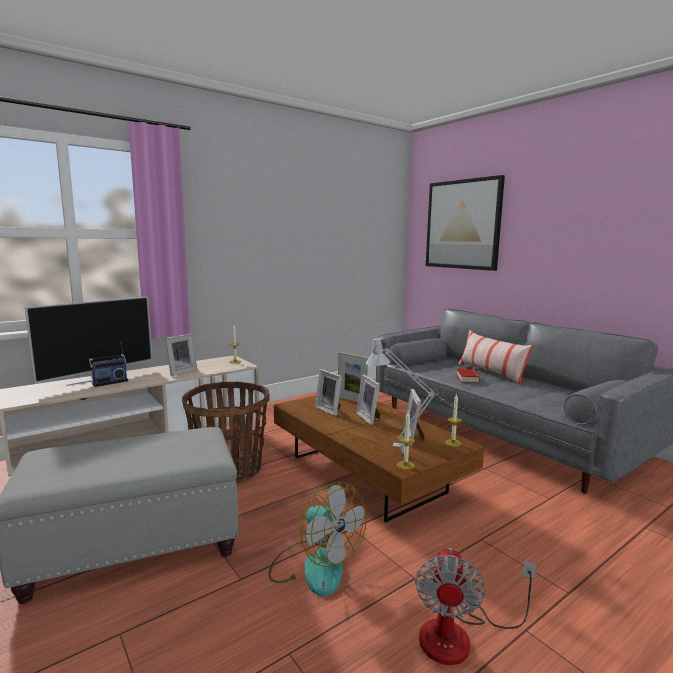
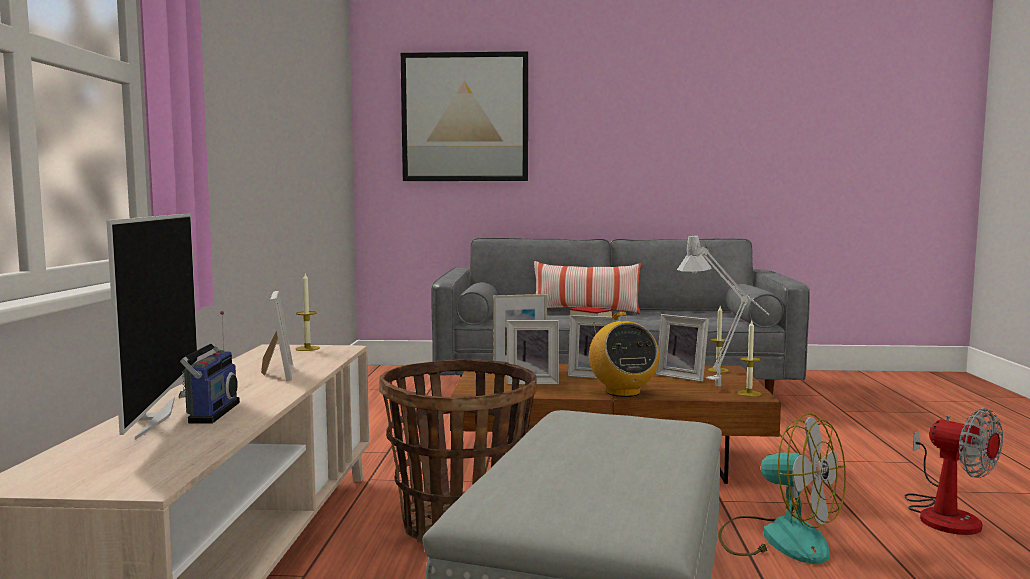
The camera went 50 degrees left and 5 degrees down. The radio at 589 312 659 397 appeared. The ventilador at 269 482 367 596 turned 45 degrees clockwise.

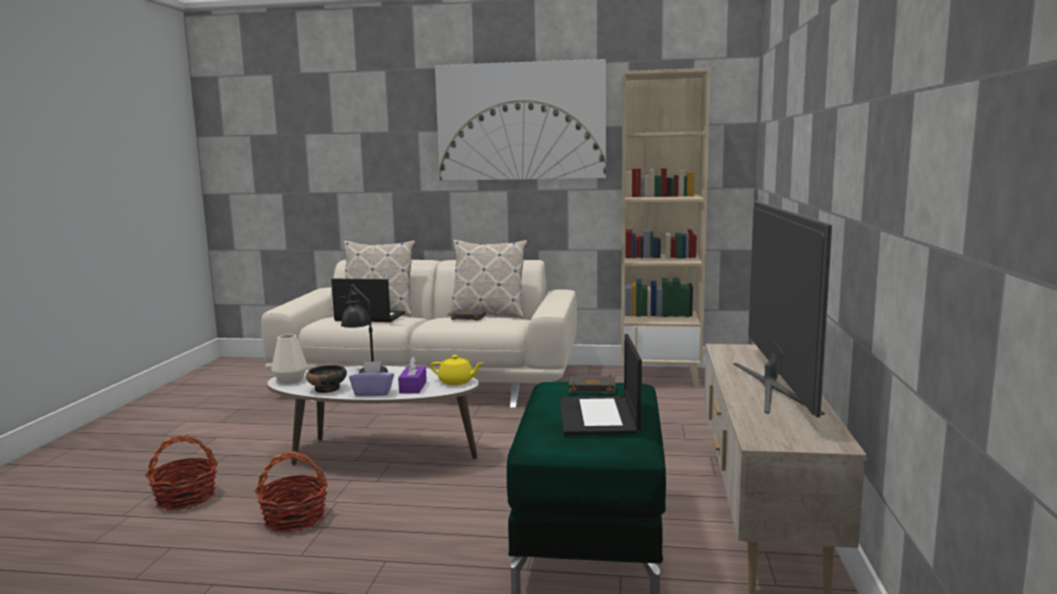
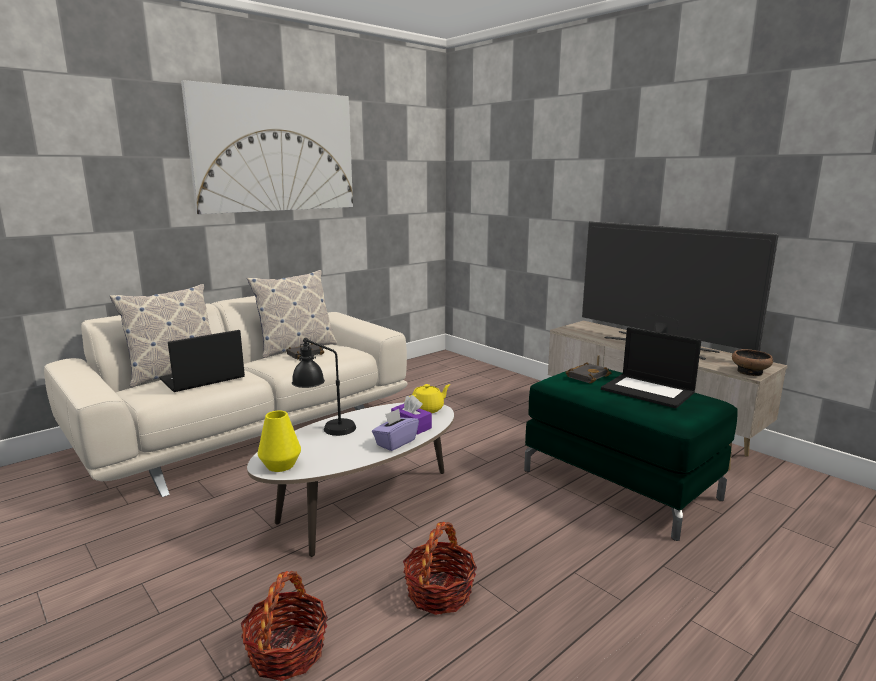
The camera went 50 degrees left and 5 degrees up. The florero/blanco at 271 334 308 384 became the florero/amarillo at 258 410 301 472. The cuenco moved from 306 365 347 393 to 732 349 773 376. The estantería/beis at 621 68 711 388 disappeared.

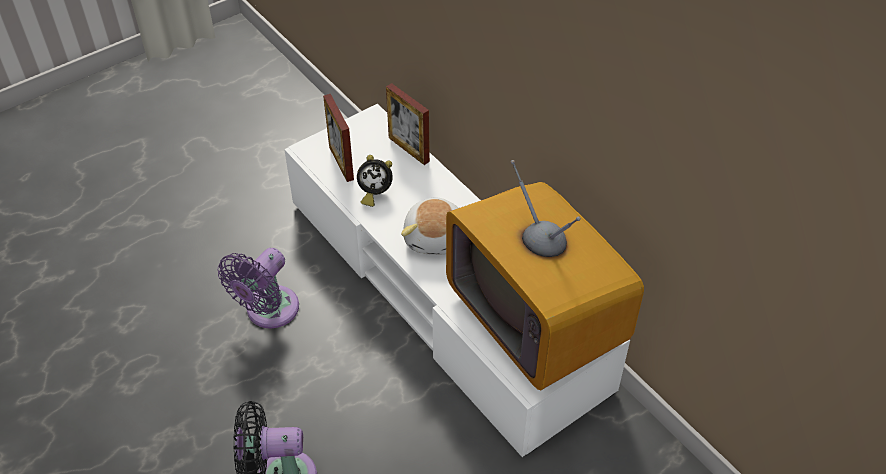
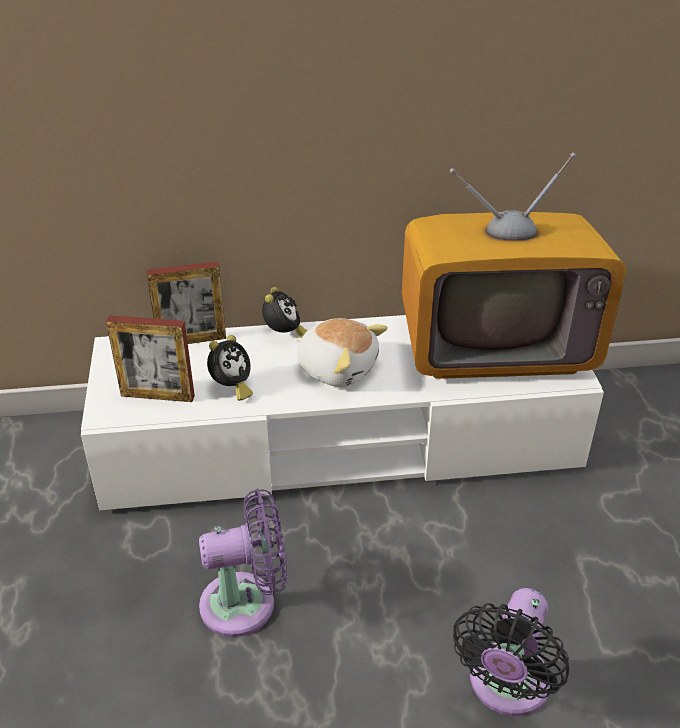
The camera went 60 degrees left and 10 degrees down. The ventilador/morado at 218 248 299 328 turned 75 degrees counterclockwise. The despertador at 262 287 307 338 appeared.

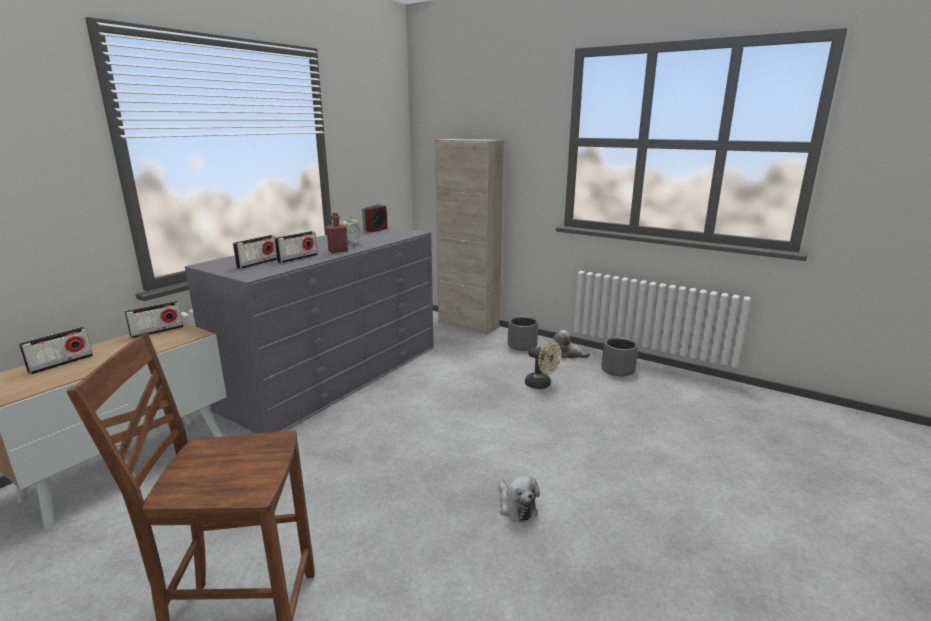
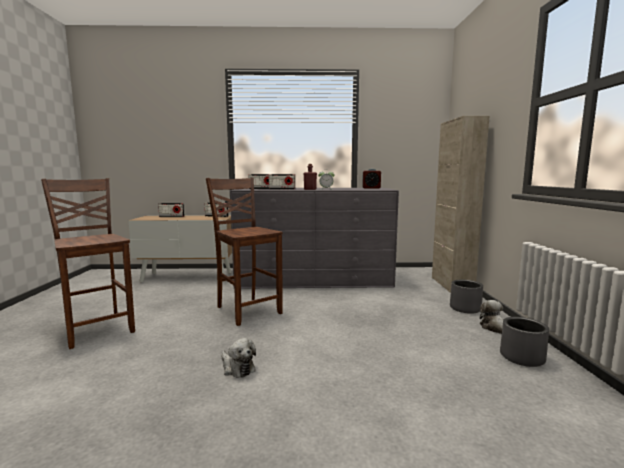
The camera went 55 degrees right and 10 degrees down. The silla/marrón at 206 177 283 326 appeared. The peluche at 499 476 540 522 turned 75 degrees counterclockwise. The ventilador/beis at 525 341 561 389 disappeared.

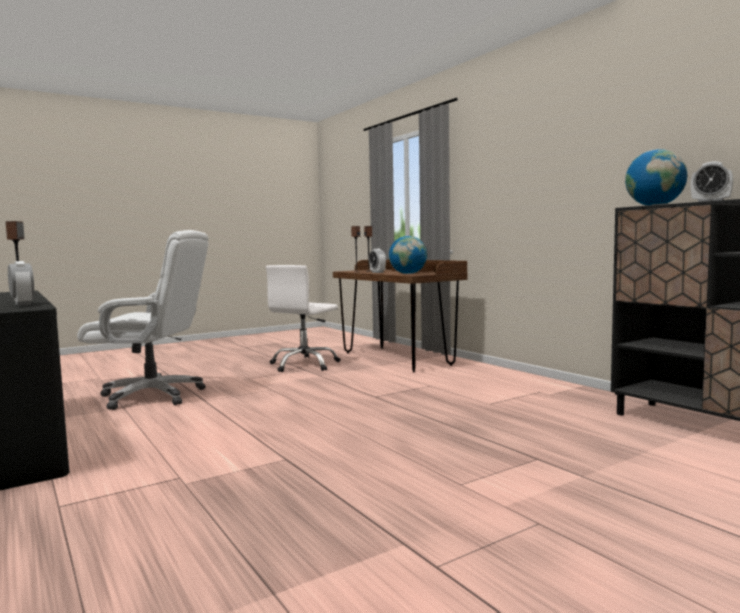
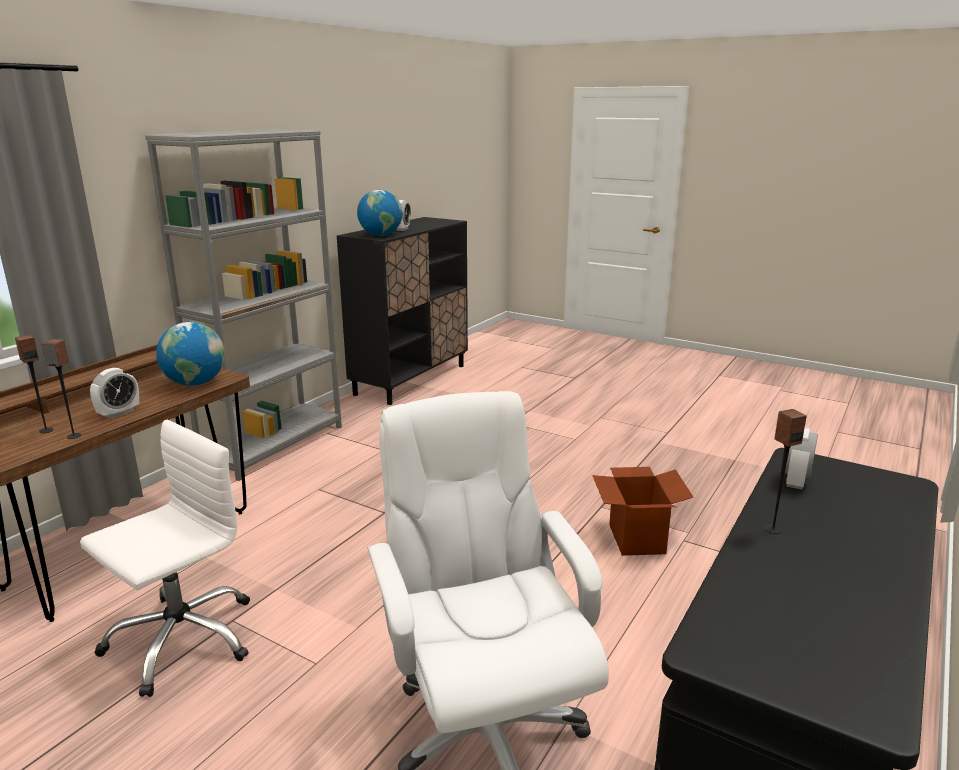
The camera went 115 degrees left and 15 degrees up. The silla de oficina/blanco at 266 265 341 372 turned 60 degrees counterclockwise. The estantería/gris at 145 130 342 481 appeared. The caja de cartón at 592 467 693 556 appeared.

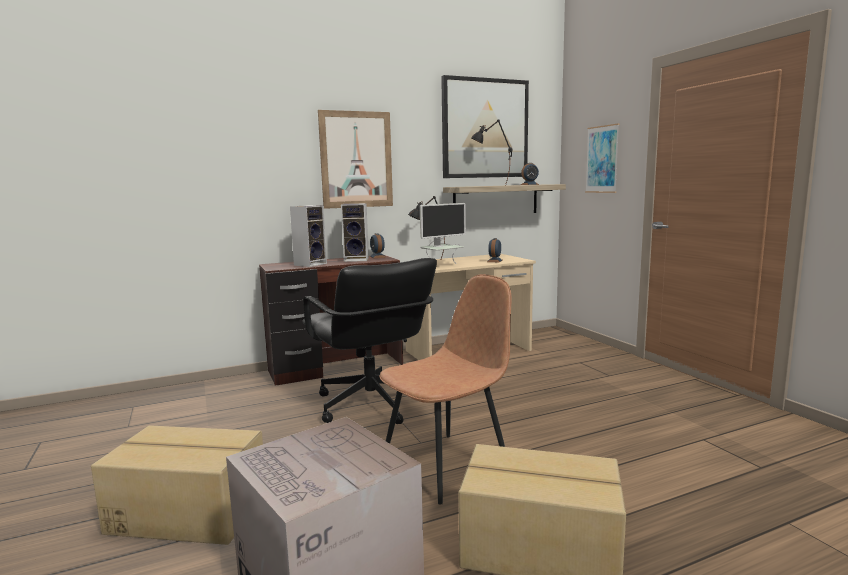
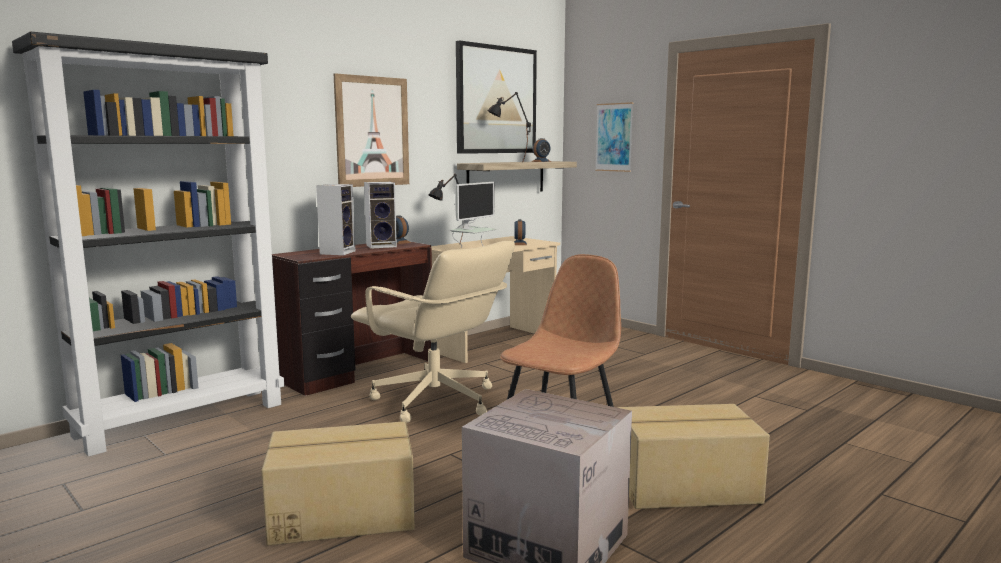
The camera went 20 degrees left and 0 degrees up. The estantería/negro at 12 31 284 457 appeared. The silla de oficina/negro at 302 258 437 424 became the silla de oficina/beis at 351 241 515 423.

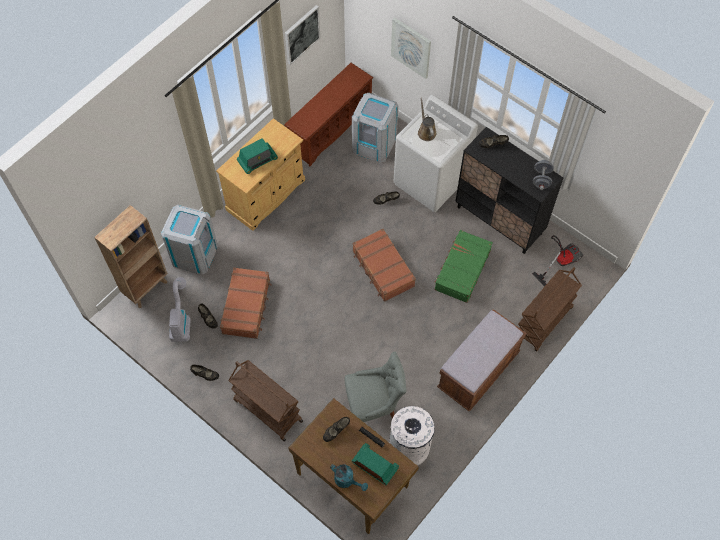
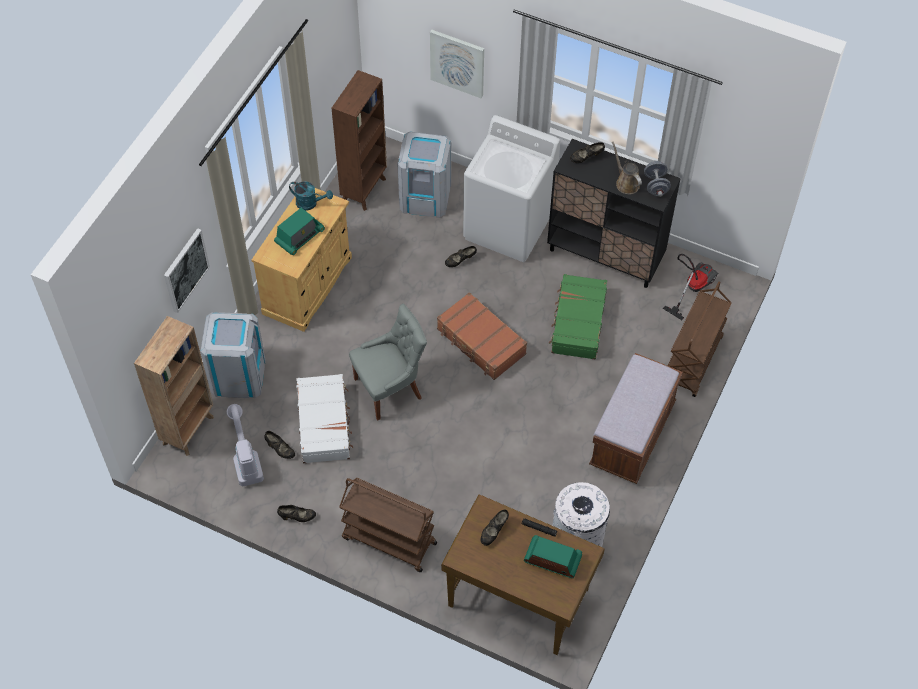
The camera went 15 degrees left and 5 degrees down. The cuadro moved from 285 5 320 65 to 164 228 210 313. The regadera/turquesa moved from 330 464 368 491 to 289 182 333 211. The maleta/marrón at 220 267 272 339 became the maleta/blanco at 296 374 353 464. The zapatero/marrón at 284 63 374 167 was replaced by the estantería/marrón at 332 70 387 211. The silla/gris moved from 345 352 407 422 to 349 304 427 420. The regadera/marrón moved from 418 98 436 141 to 612 142 642 194.

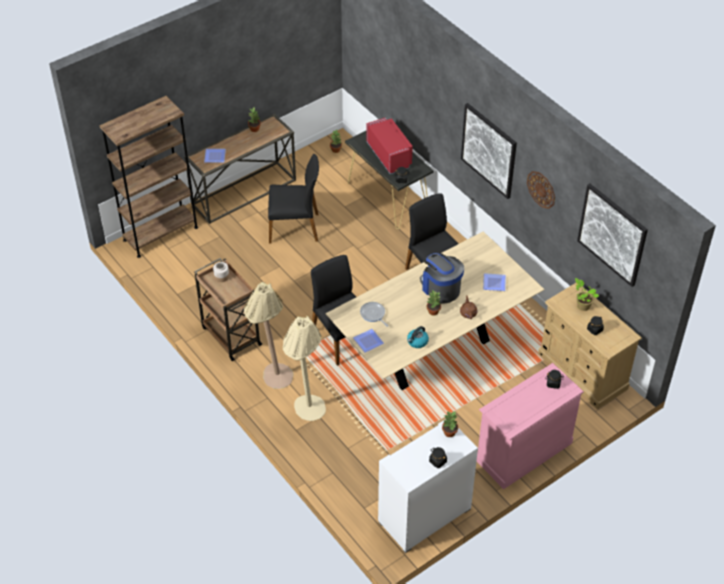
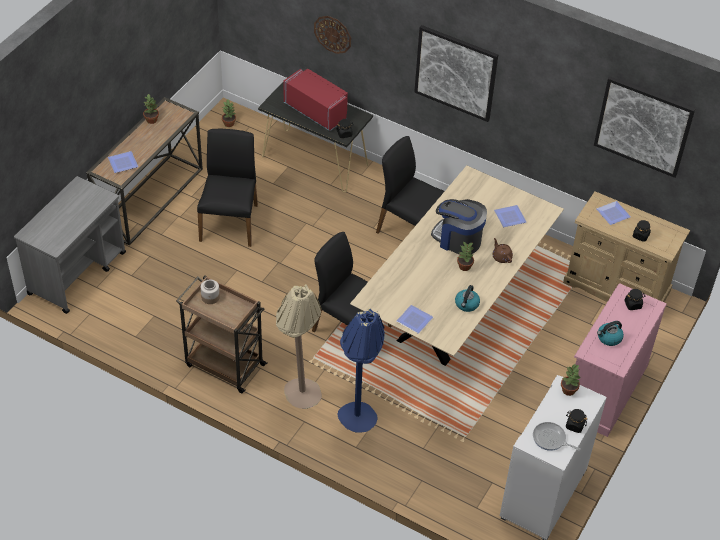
The camera went 25 degrees left and 0 degrees up. The estantería/marrón at 99 96 198 258 was replaced by the carrito/gris at 14 176 126 314. The silla/negro at 268 154 319 244 turned 60 degrees counterclockwise. The reloj de pared moved from 527 171 555 209 to 314 16 351 54. The lámpara de pie/beis at 283 316 326 421 became the lámpara de pie/azul at 337 308 385 433. The sartén moved from 360 302 388 327 to 533 422 580 451. The planta en maceta at 575 278 599 311 was replaced by the plato at 596 201 631 225. The hervidor at 597 321 624 346 appeared.

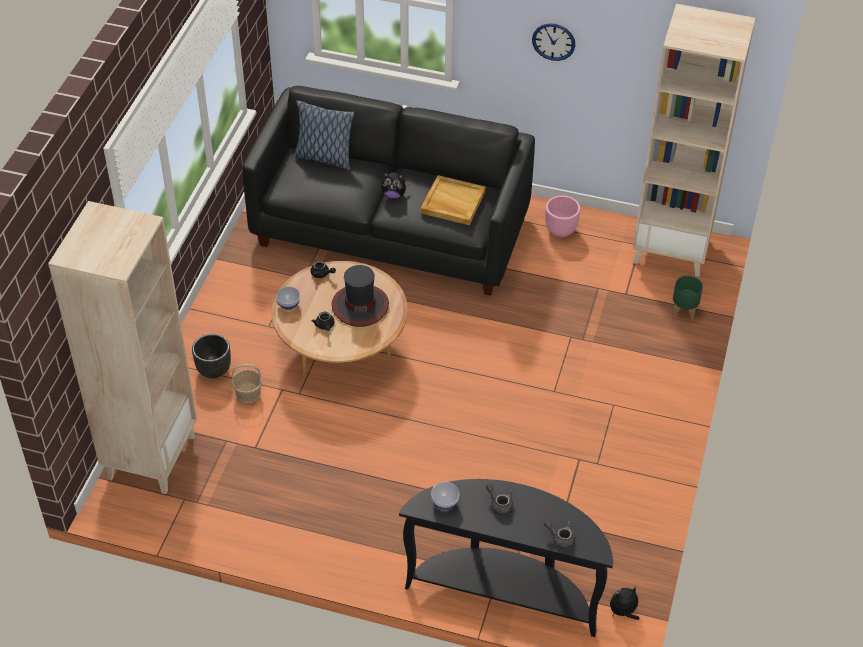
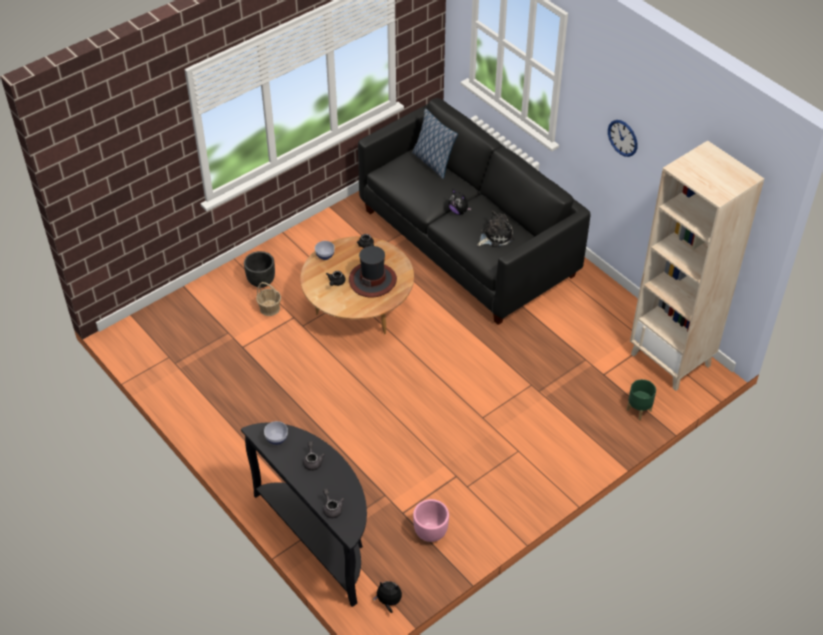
The camera went 35 degrees right and 0 degrees up. The maceta/rosa moved from 545 195 580 237 to 413 499 449 542. The bandeja/beis at 421 175 486 225 was replaced by the peluche at 477 210 514 247. The estantería/beis at 48 201 197 494 disappeared.

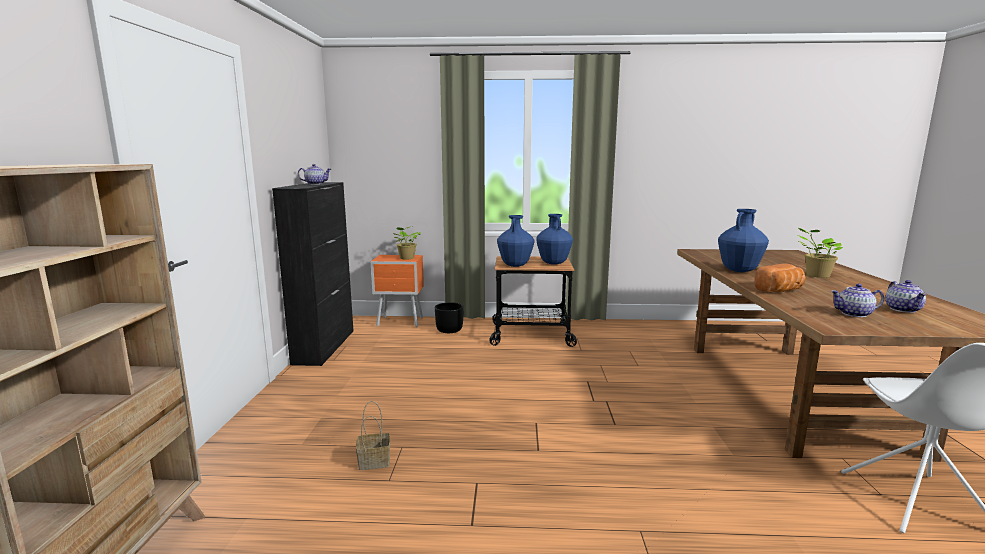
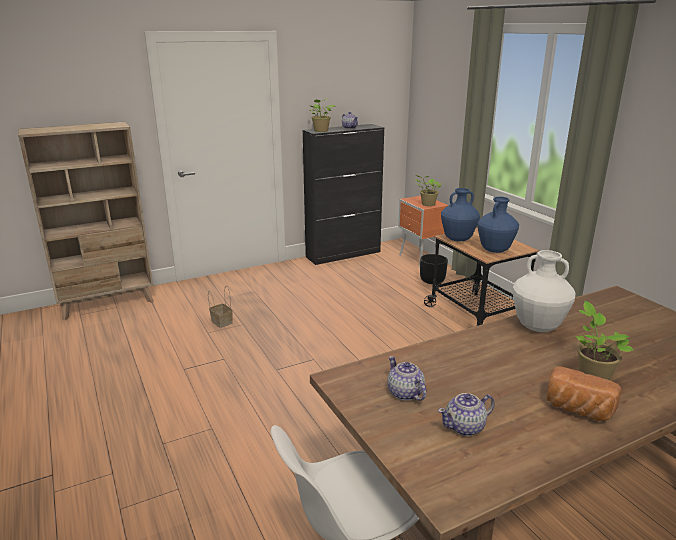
The camera went 60 degrees right and 10 degrees up. The planta en maceta at 309 98 335 132 appeared. The florero/azul at 718 209 769 272 became the florero/blanco at 512 250 576 332. The pan moved from 754 263 806 292 to 547 366 622 421.

